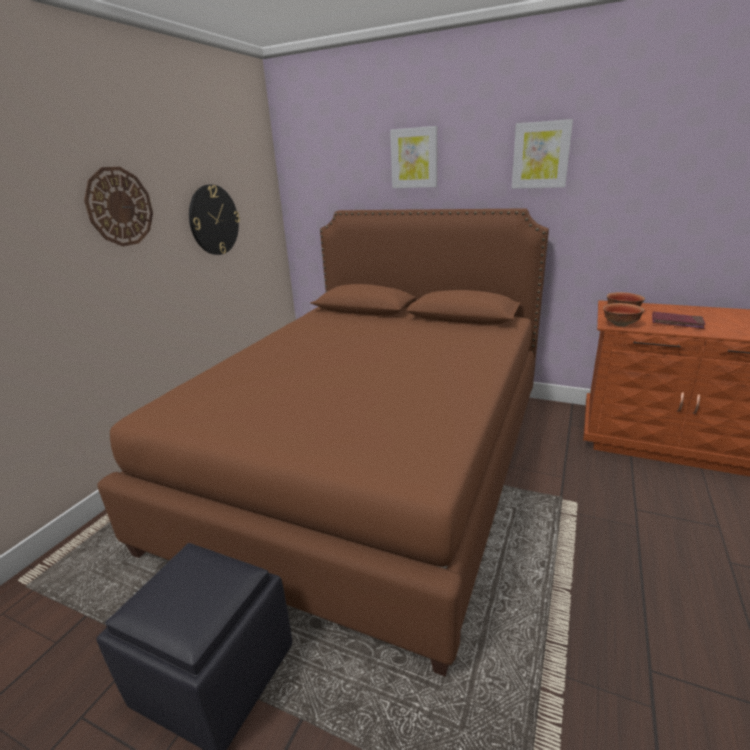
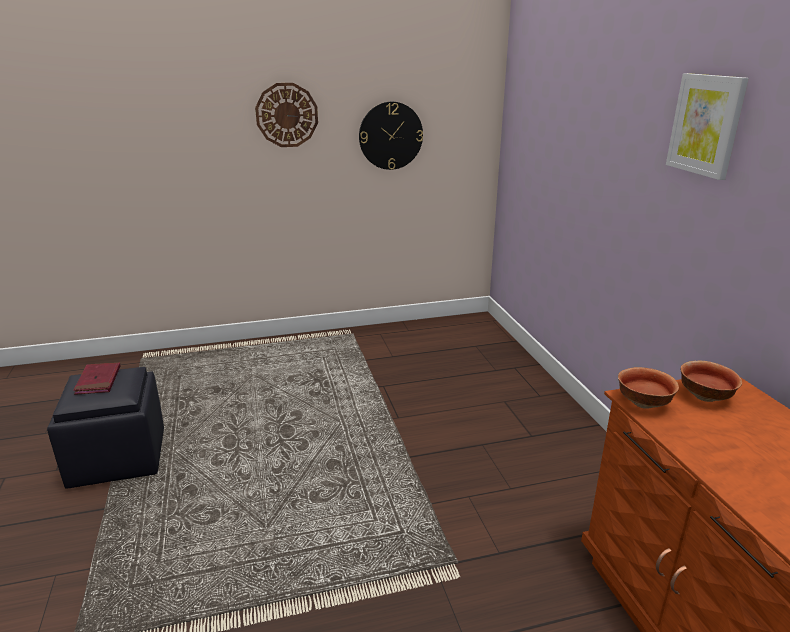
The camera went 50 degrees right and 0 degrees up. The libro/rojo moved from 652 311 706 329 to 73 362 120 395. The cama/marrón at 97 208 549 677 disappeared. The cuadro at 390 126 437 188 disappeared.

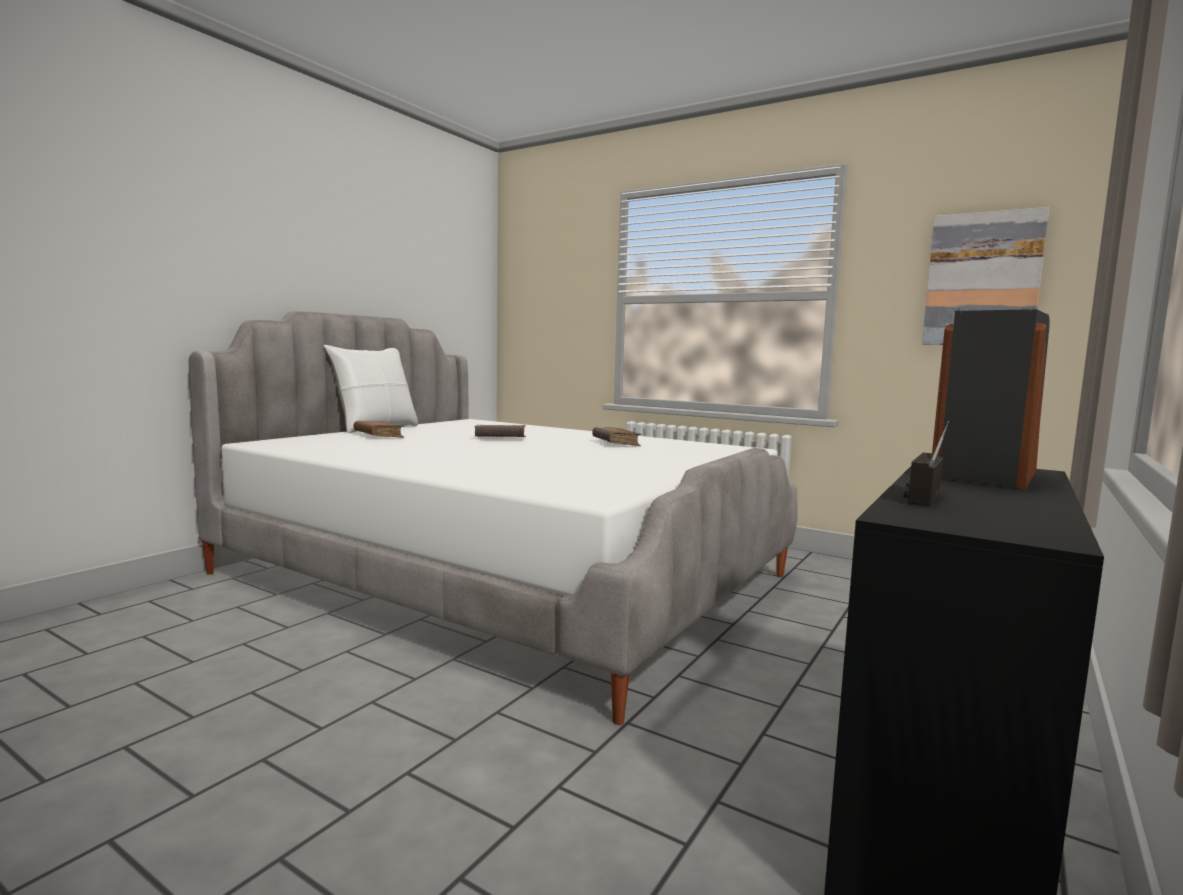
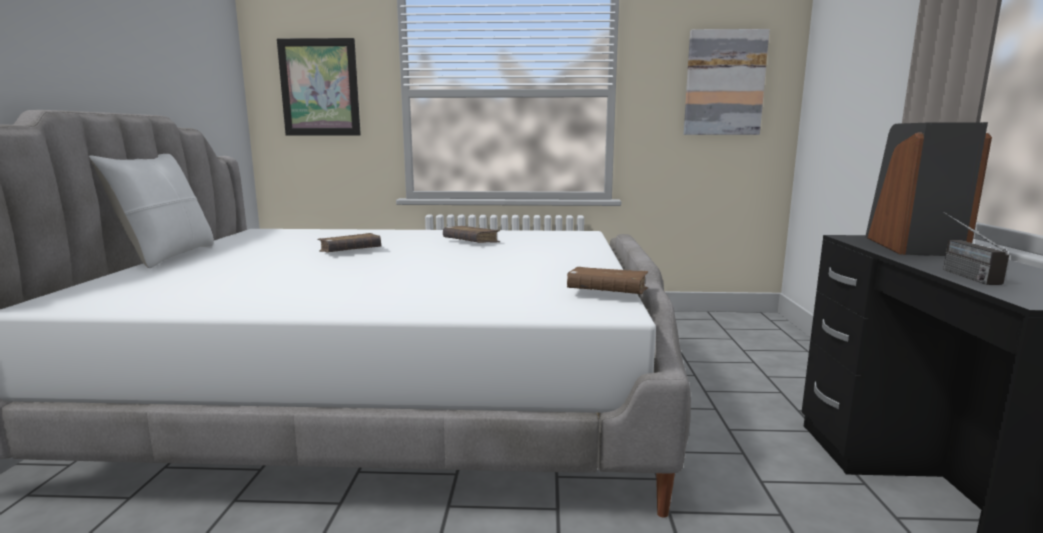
The camera went 30 degrees left and 5 degrees up. The cuadro at 277 38 361 136 appeared. The libro/marrón moved from 354 421 404 438 to 567 267 648 294.

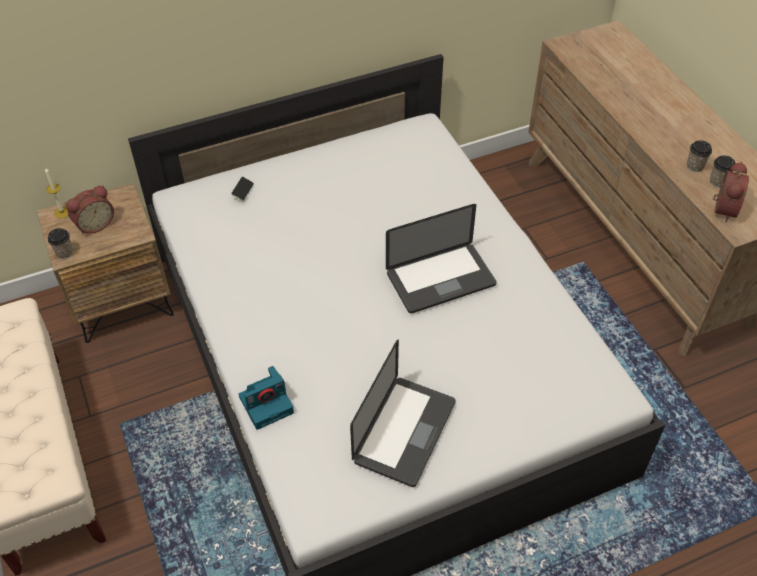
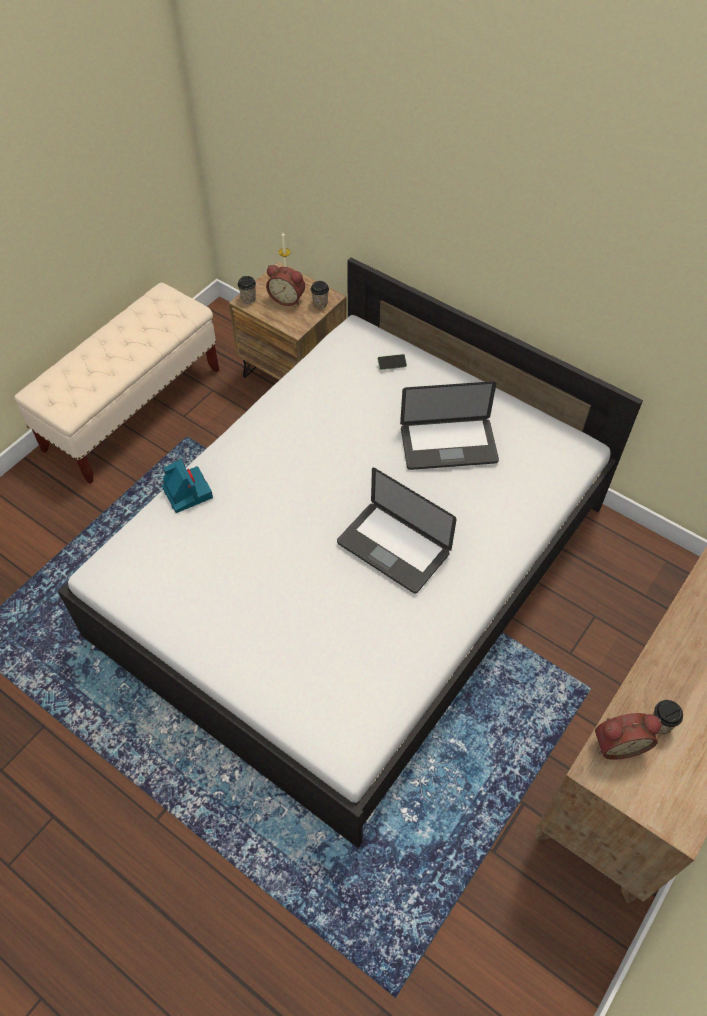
The camera went 60 degrees right and 5 degrees up. The cámara at 239 366 294 430 turned 150 degrees counterclockwise. The taza moved from 687 140 712 172 to 311 281 329 309. The portátil moved from 350 340 456 487 to 400 381 499 470.

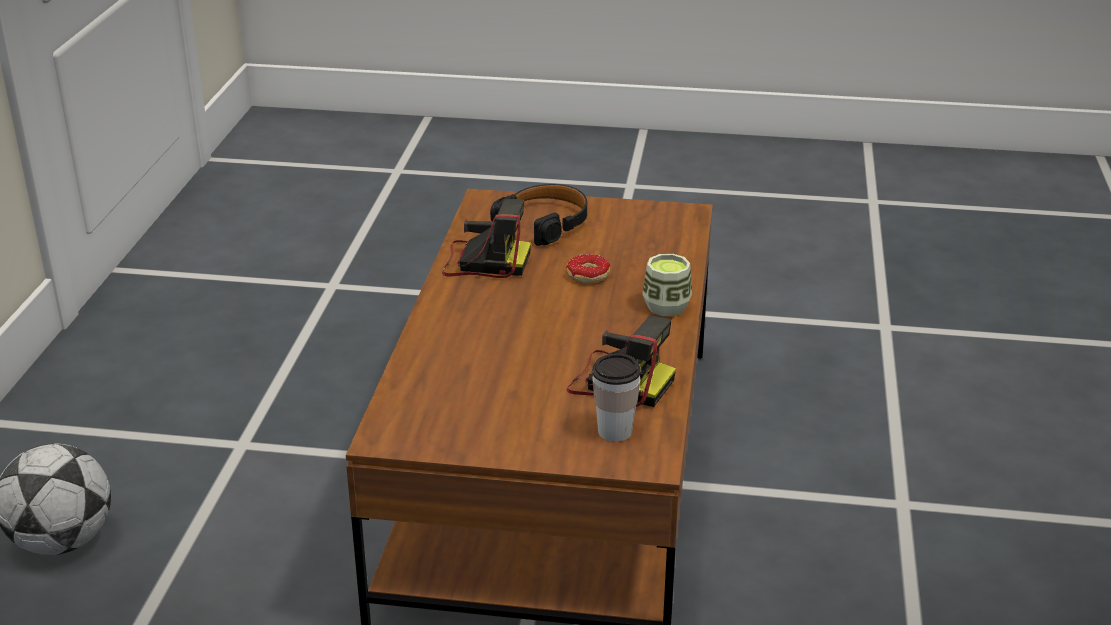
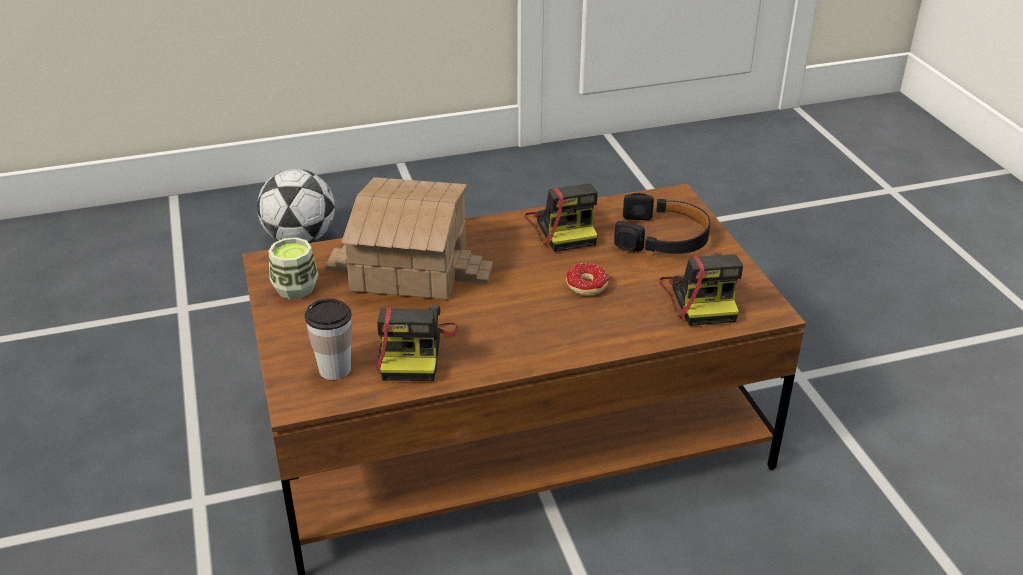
The camera went 65 degrees right and 5 degrees up. The taza moved from 642 254 692 316 to 269 237 318 299. The casita at 325 177 493 300 appeared. The cámara at 659 253 743 326 appeared.

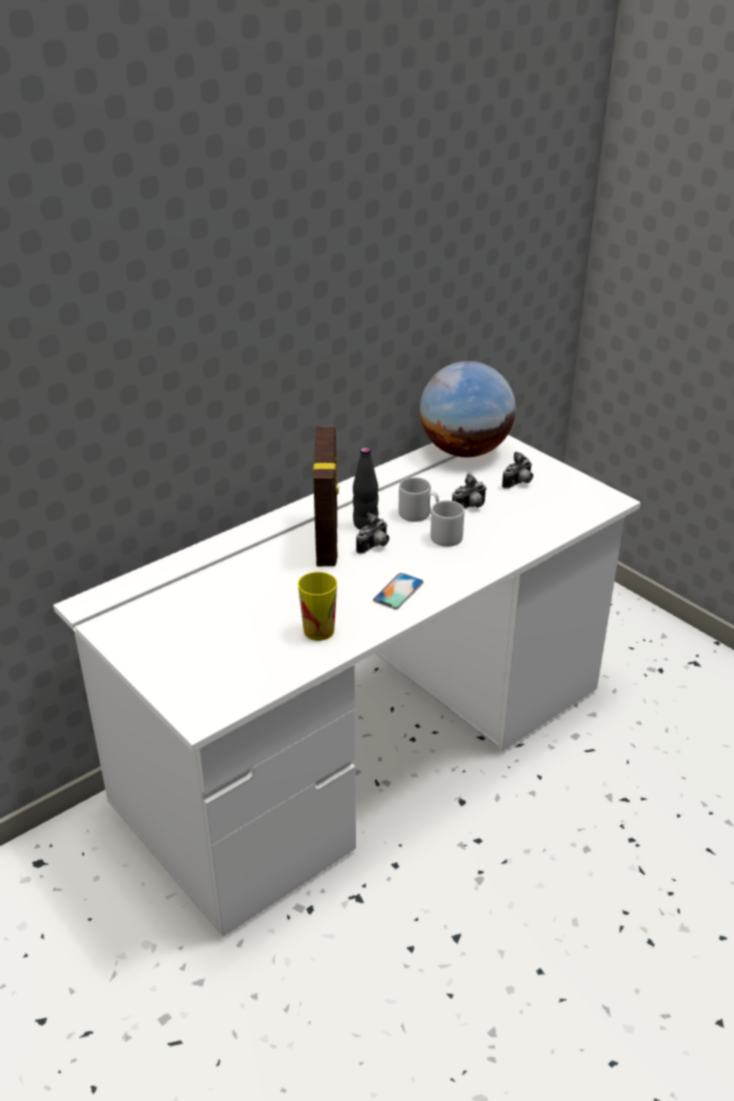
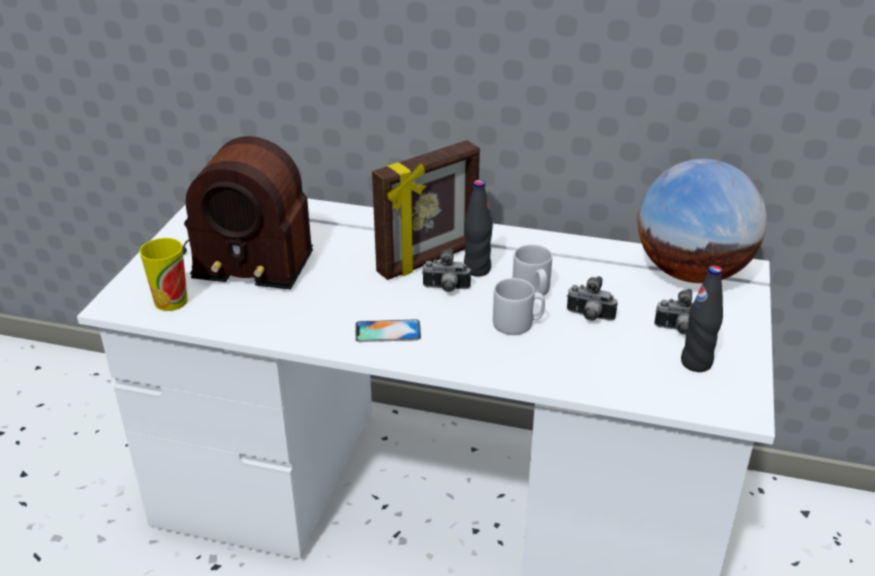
The camera went 55 degrees right and 0 degrees up. The taza moved from 298 572 337 641 to 140 238 188 311. The radio at 182 136 313 289 appeared. The botella/negro at 681 265 723 372 appeared.

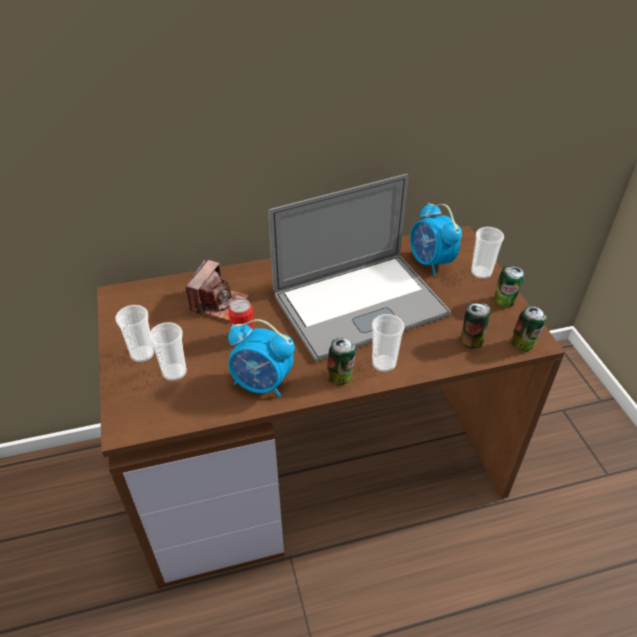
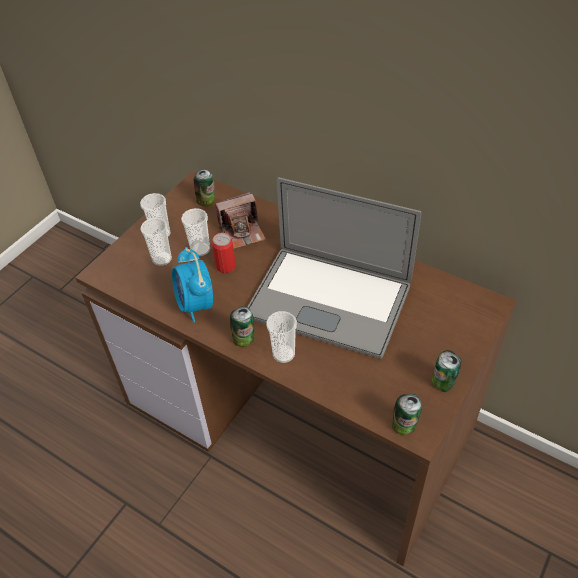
The camera went 50 degrees right and 5 degrees up. The taza moved from 471 227 504 279 to 181 208 210 256. The lata moved from 460 303 491 349 to 194 170 215 207. The despertador at 410 202 462 276 disappeared.

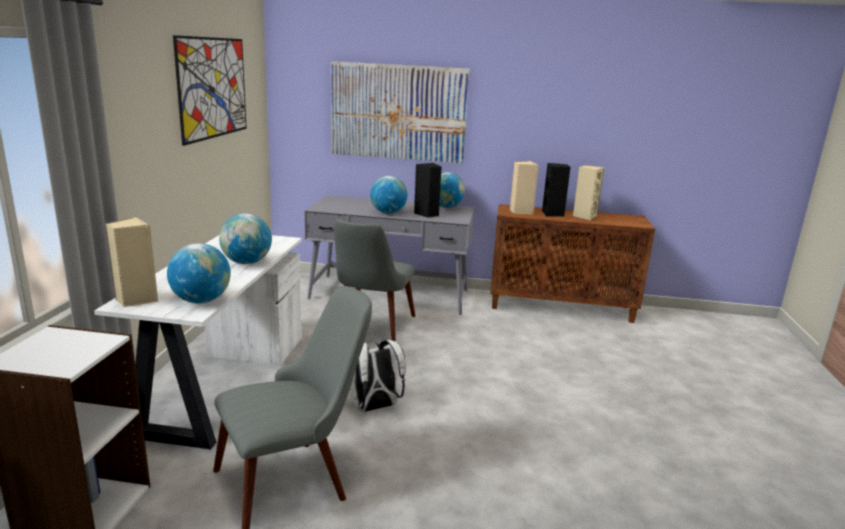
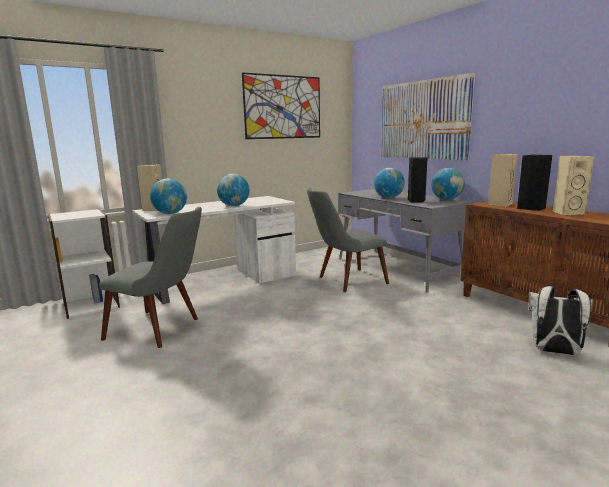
The camera went 50 degrees right and 5 degrees down. The mochila/blanco moved from 350 340 406 412 to 528 286 593 355.

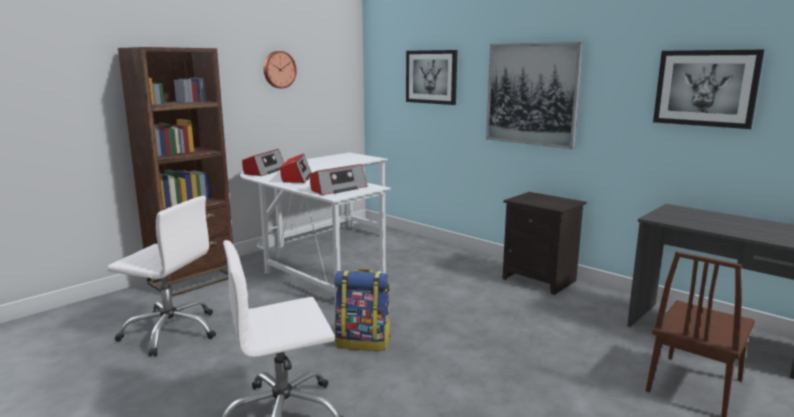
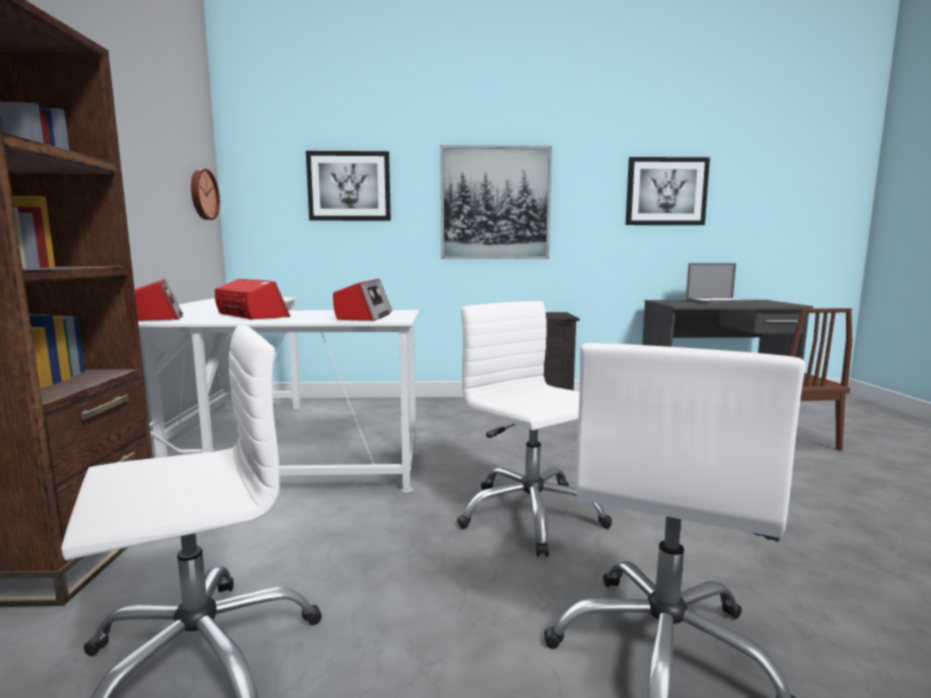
The camera went 45 degrees left and 5 degrees down. The reloj de pared moved from 264 51 297 88 to 191 169 220 220. The mochila at 334 269 391 351 was replaced by the silla de oficina/blanco at 457 301 612 557. The portátil at 686 263 758 305 appeared.

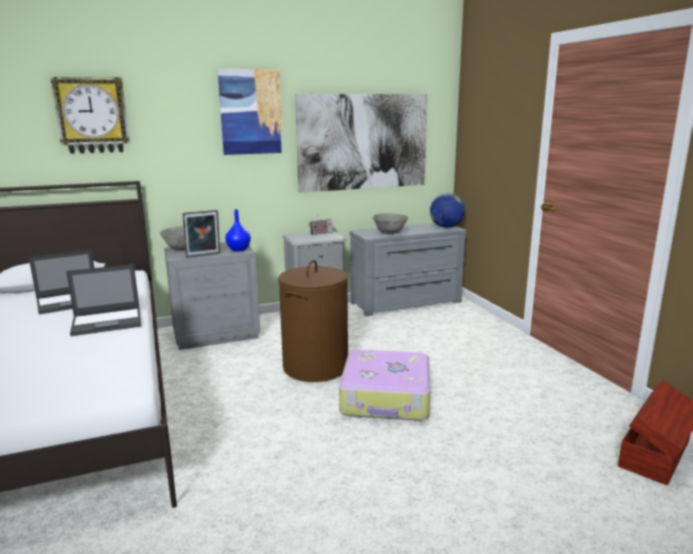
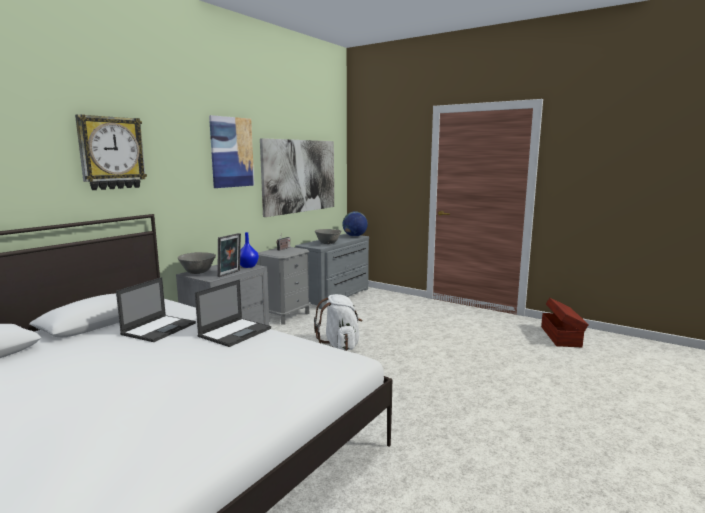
The camera went 35 degrees left and 5 degrees down. The cesto de la ropa/marrón at 278 260 348 382 was replaced by the mochila/blanco at 314 294 363 351. The maleta at 339 350 430 421 disappeared.

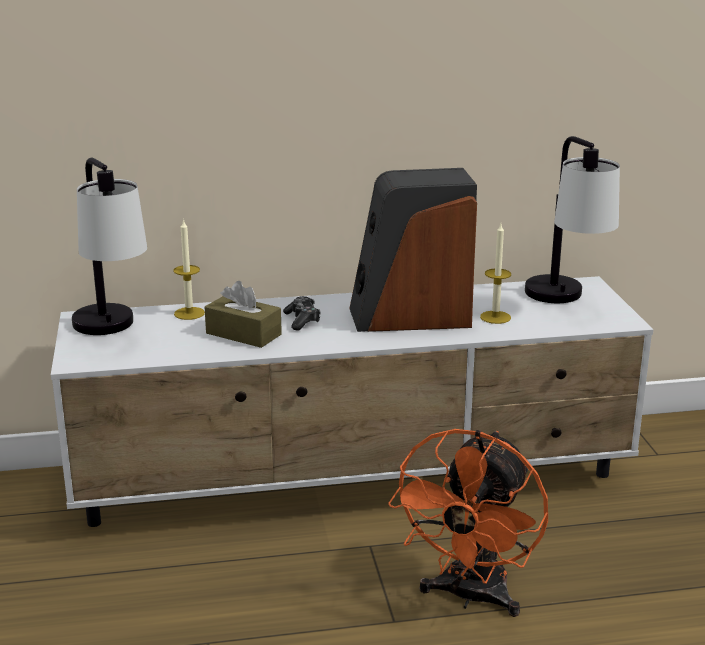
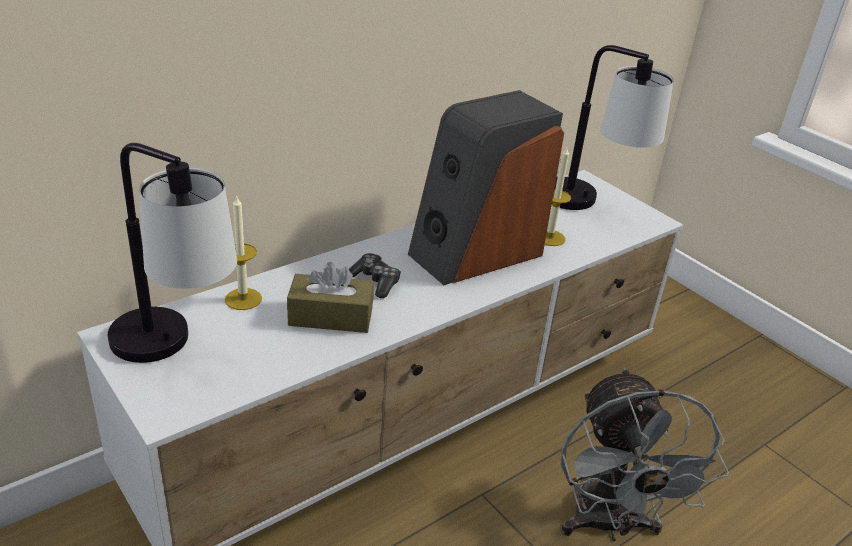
The camera went 30 degrees left and 10 degrees up. The ventilador/naranja at 388 429 548 617 became the ventilador/gris at 561 367 729 541.

